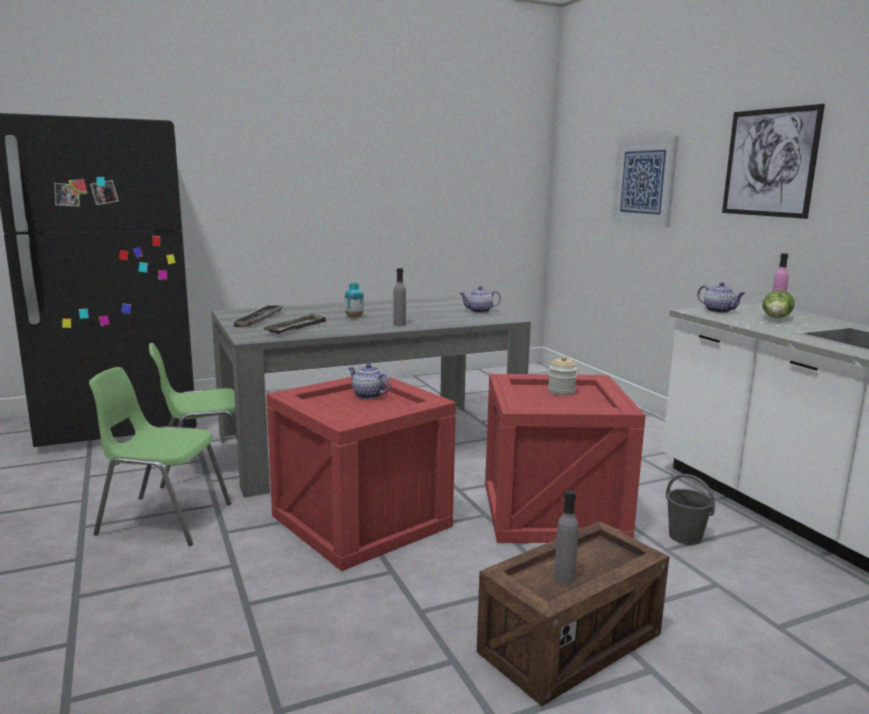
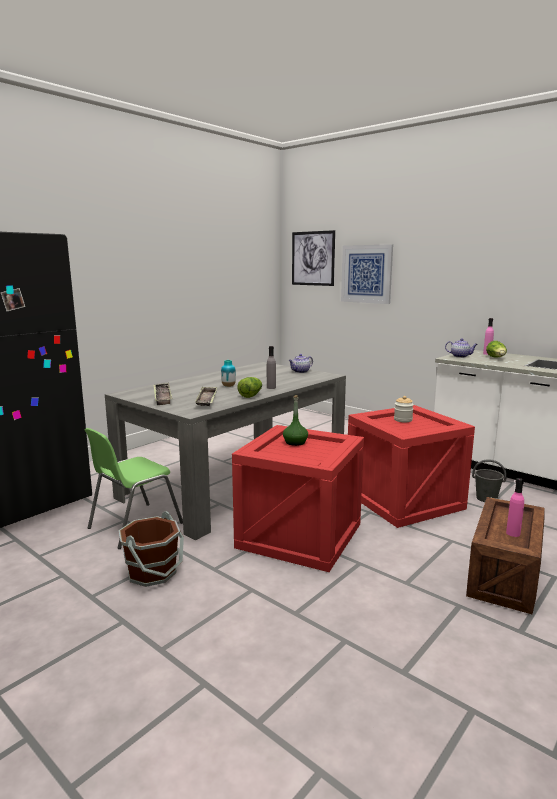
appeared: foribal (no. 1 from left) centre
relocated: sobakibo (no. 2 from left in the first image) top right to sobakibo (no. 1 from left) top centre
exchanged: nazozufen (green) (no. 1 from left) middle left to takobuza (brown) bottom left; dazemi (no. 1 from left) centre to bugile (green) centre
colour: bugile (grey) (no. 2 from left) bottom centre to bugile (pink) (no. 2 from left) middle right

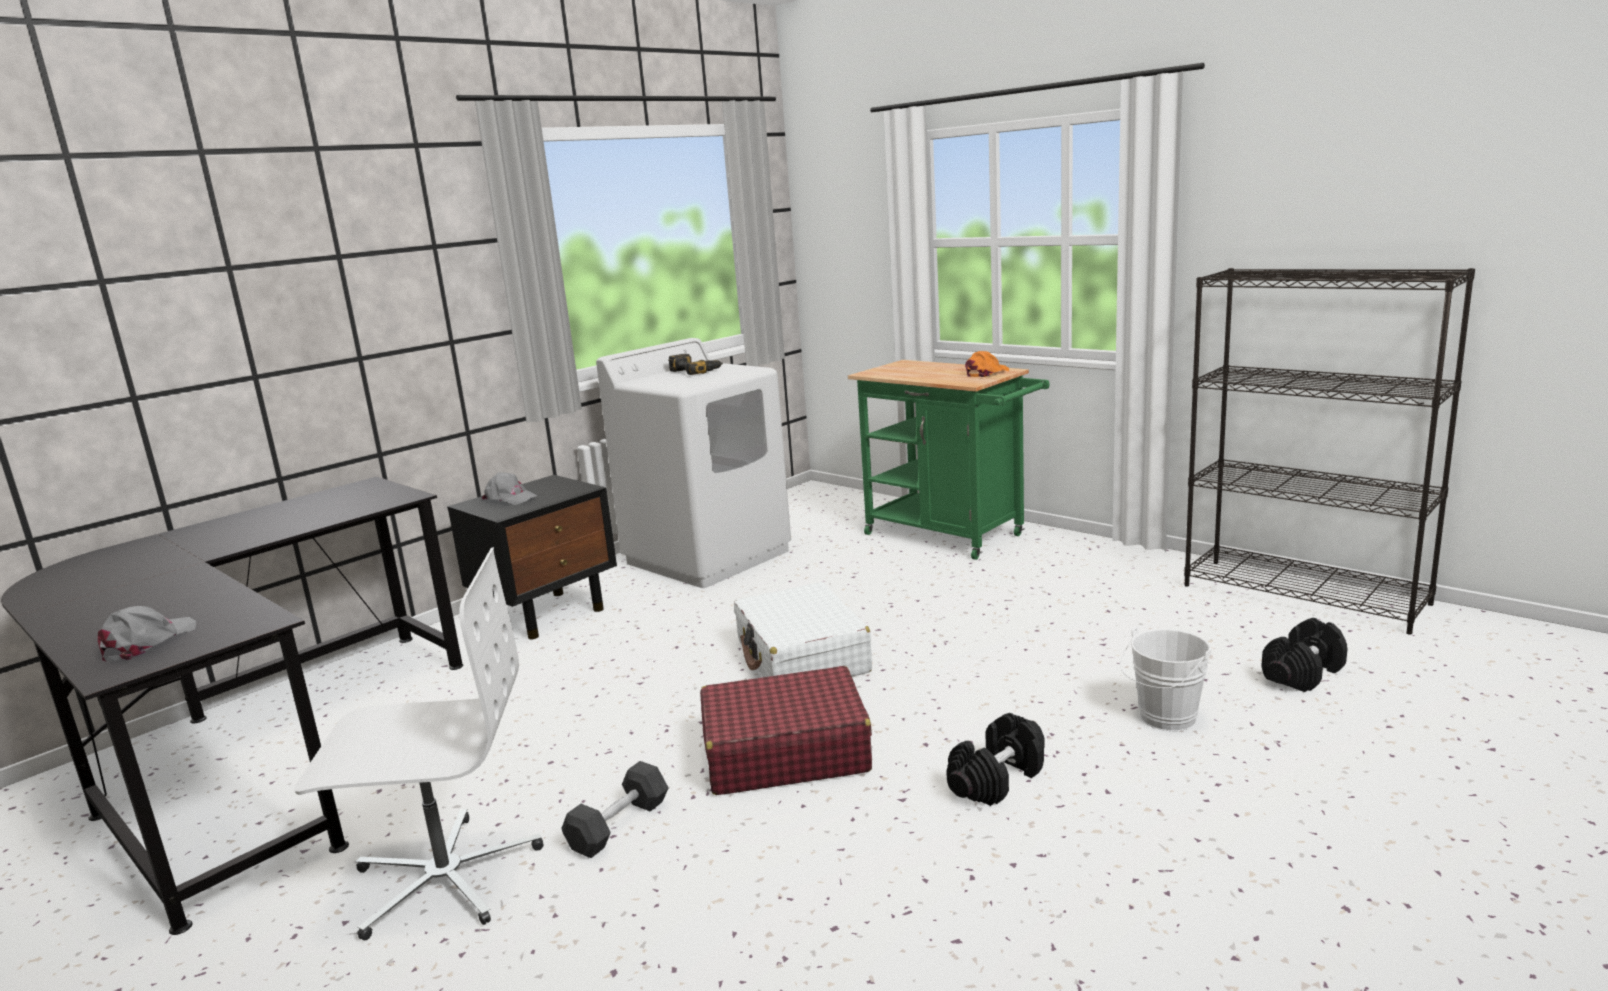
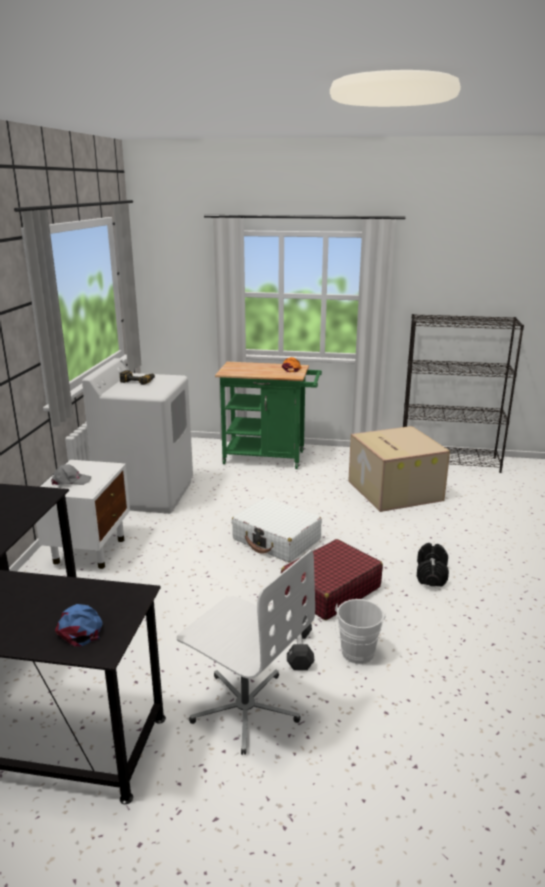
missing: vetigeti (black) (no. 3 from left) middle right
appeared: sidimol middle right
relocated: takobuza (white) bottom right to bottom centre
colour: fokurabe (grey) (no. 1 from left) middle left to fokurabe (blue) bottom left; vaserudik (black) middle left to vaserudik (white) middle left
spun: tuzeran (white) bottom left = bottom centre 75 degrees clockwise

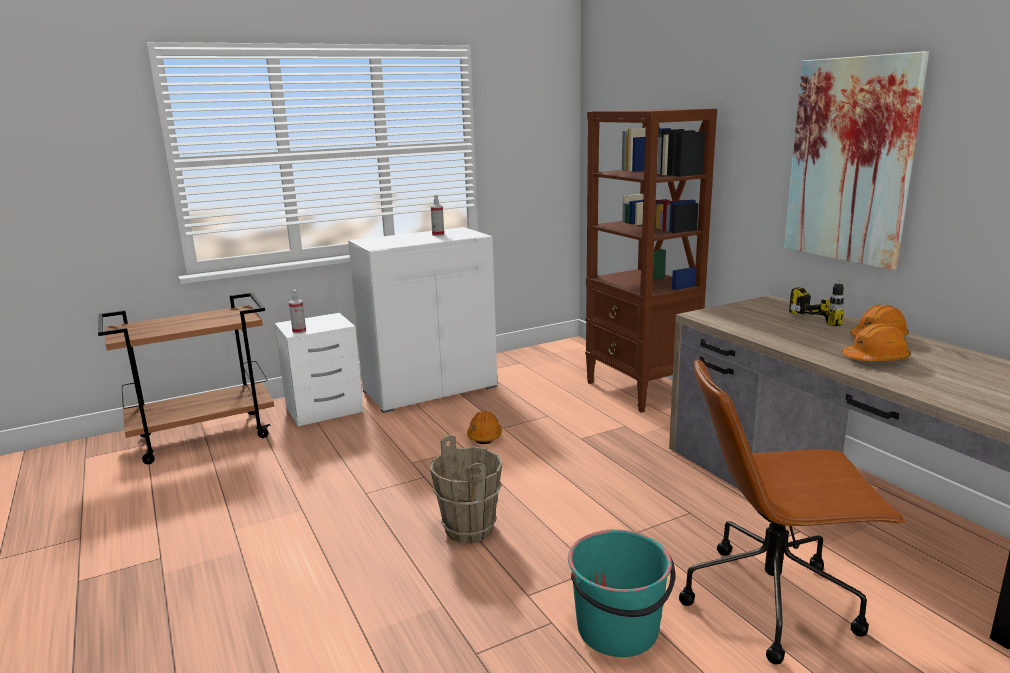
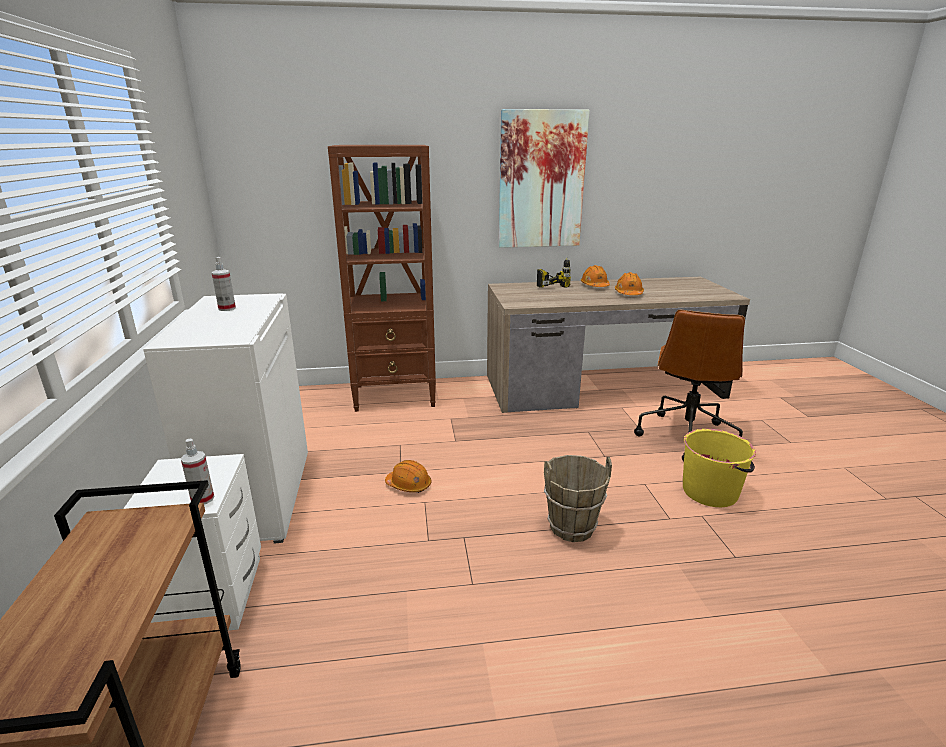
colour: takobuza (turquoise) bottom centre to takobuza (yellow) middle right

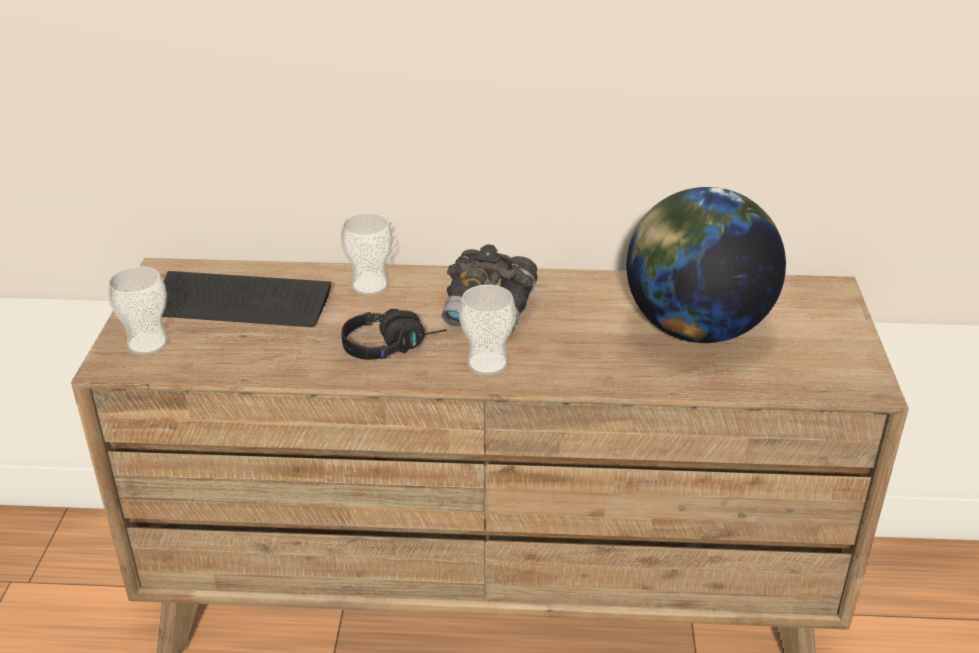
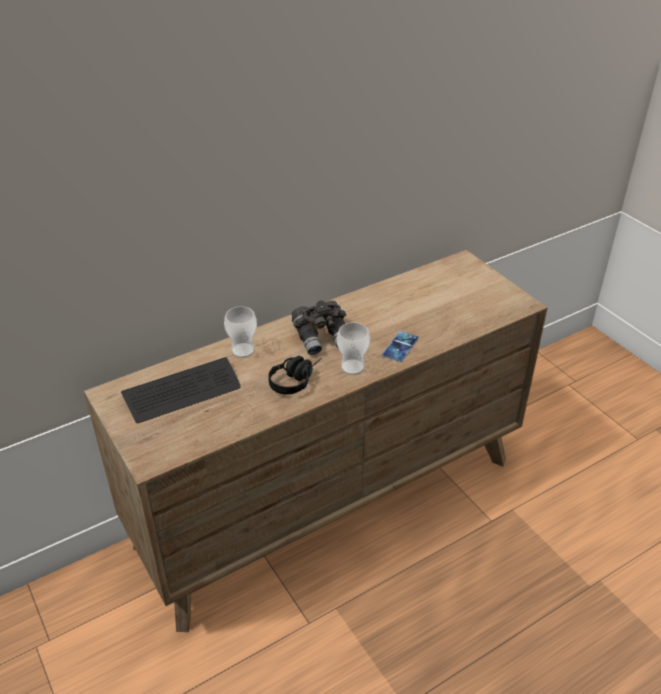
missing: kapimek (no. 1 from left) middle left; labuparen middle right
appeared: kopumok centre

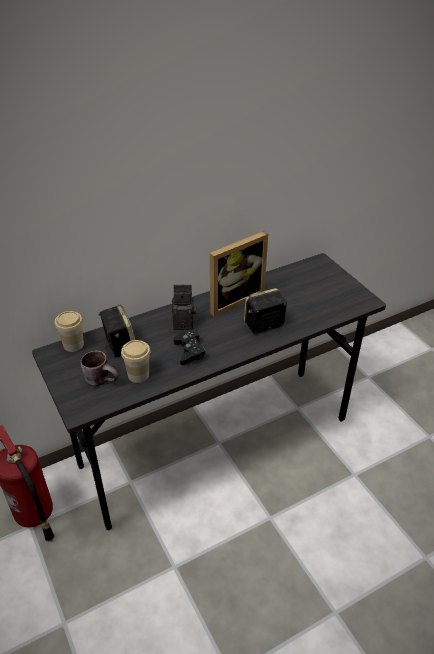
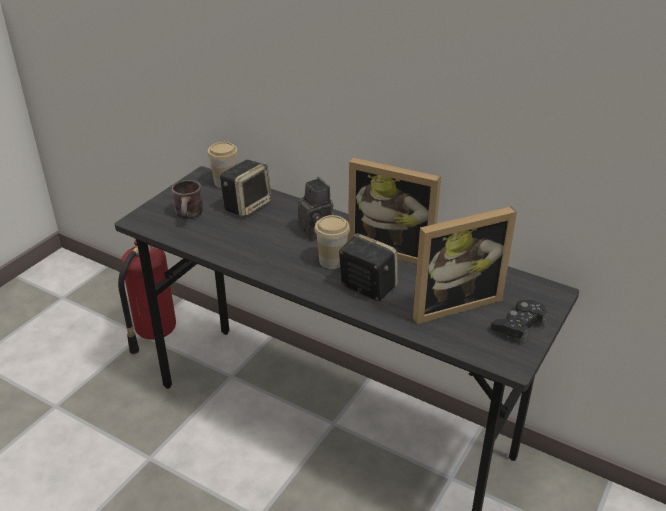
appeared: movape (no. 2 from left) middle right
relocated: kapimek (no. 2 from left) middle left to centre; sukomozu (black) centre to middle right

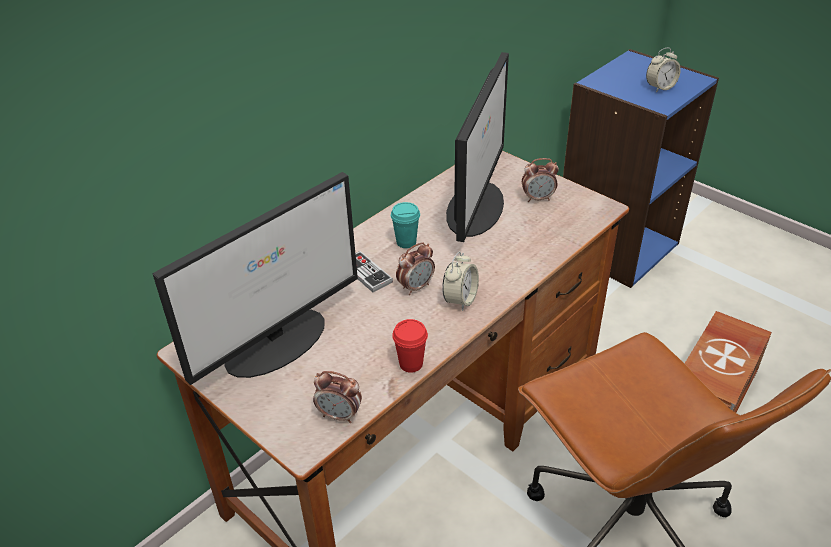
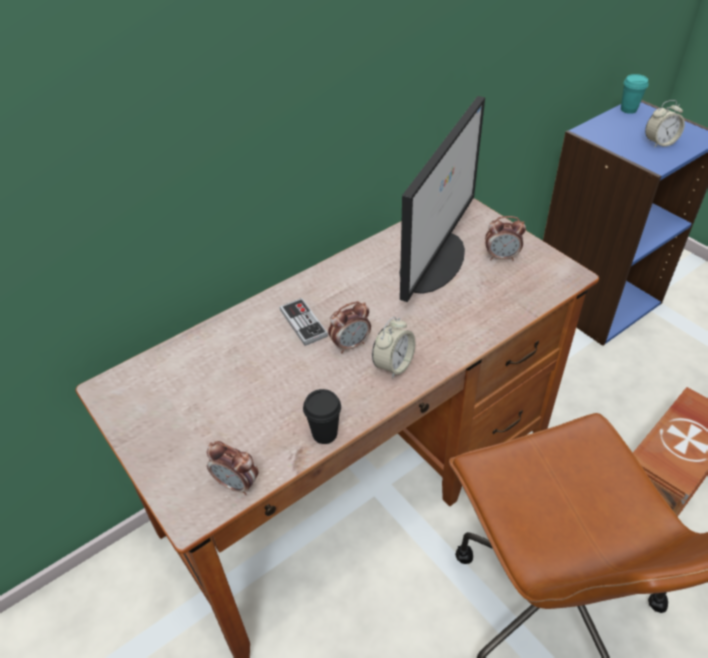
missing: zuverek (no. 1 from left) middle left
relocated: kapimek (turquoise) centre to top right
colour: kapimek (red) centre to kapimek (black) centre

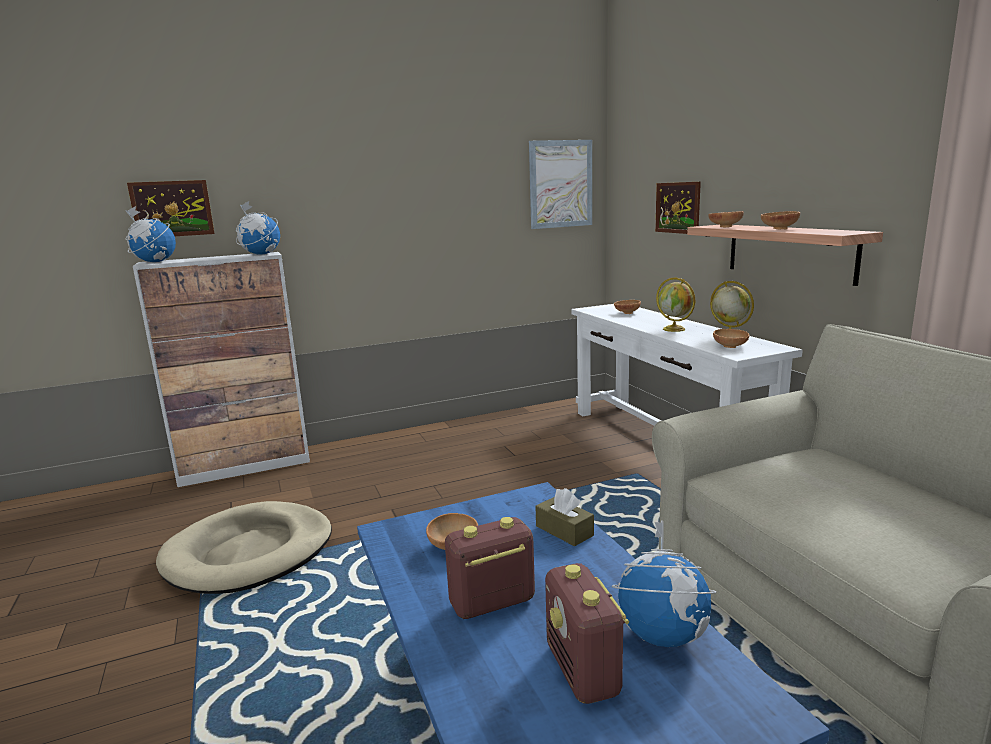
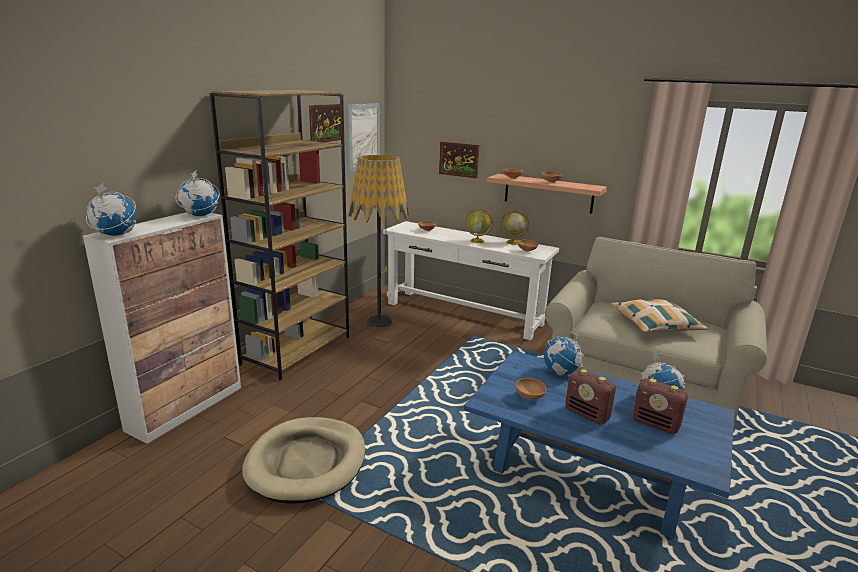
appeared: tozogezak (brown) middle left; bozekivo centre; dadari middle right
relocated: sobakibo (no. 1 from left) top left to top centre
exchanged: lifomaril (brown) bottom centre to labuparen (no. 5 from left) centre
spun: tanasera (no. 1 from left) bottom centre = bottom right 75 degrees counterclockwise

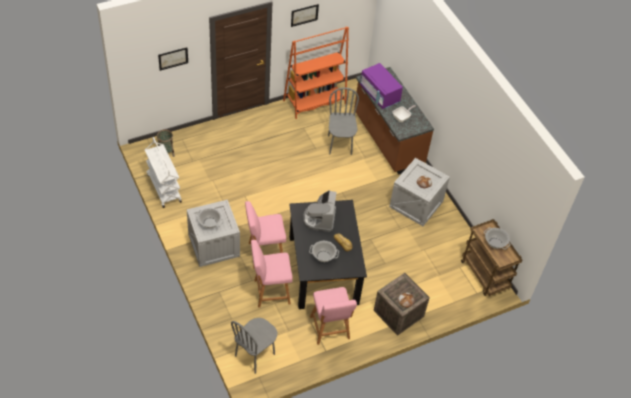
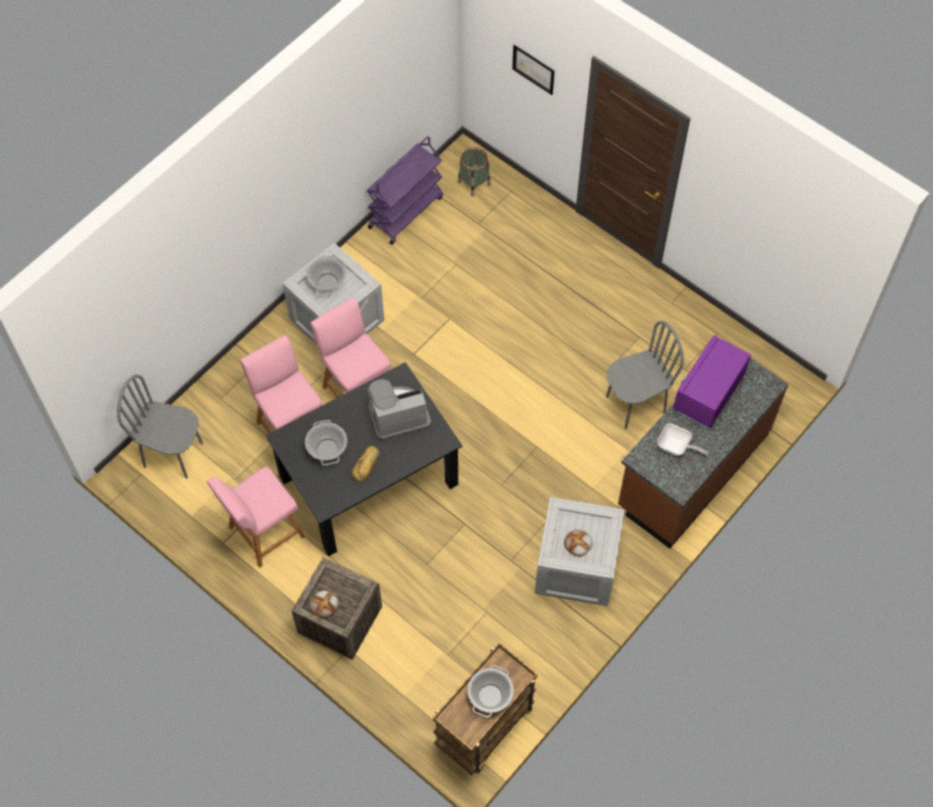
missing: tozogezak (orange) top centre; sobakibo (no. 2 from left) top centre
colour: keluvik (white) middle left to keluvik (purple) top centre

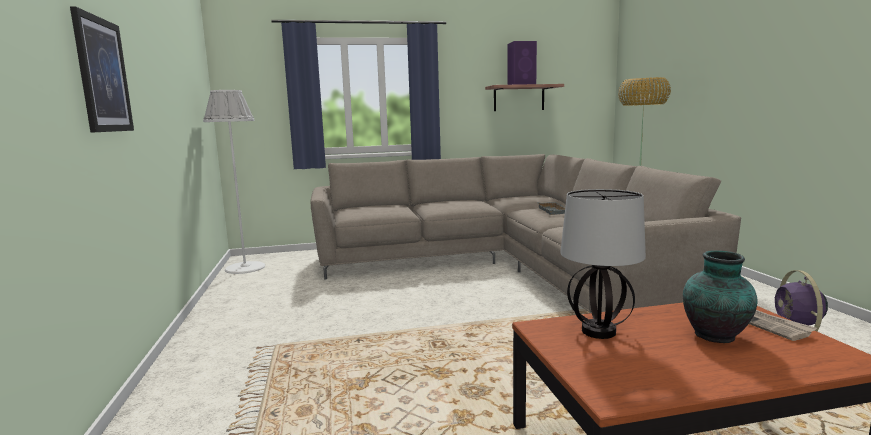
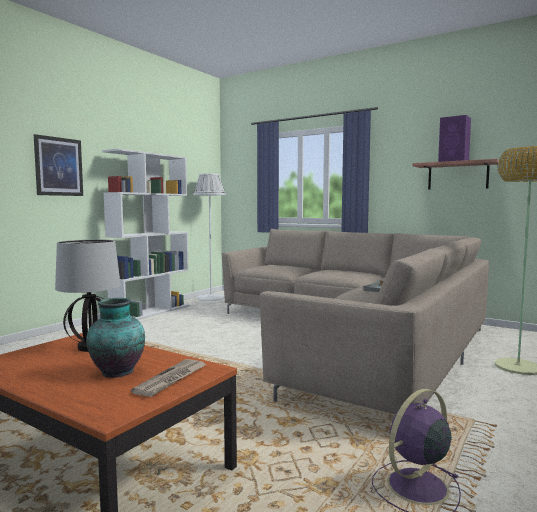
appeared: tozogezak (white) middle left

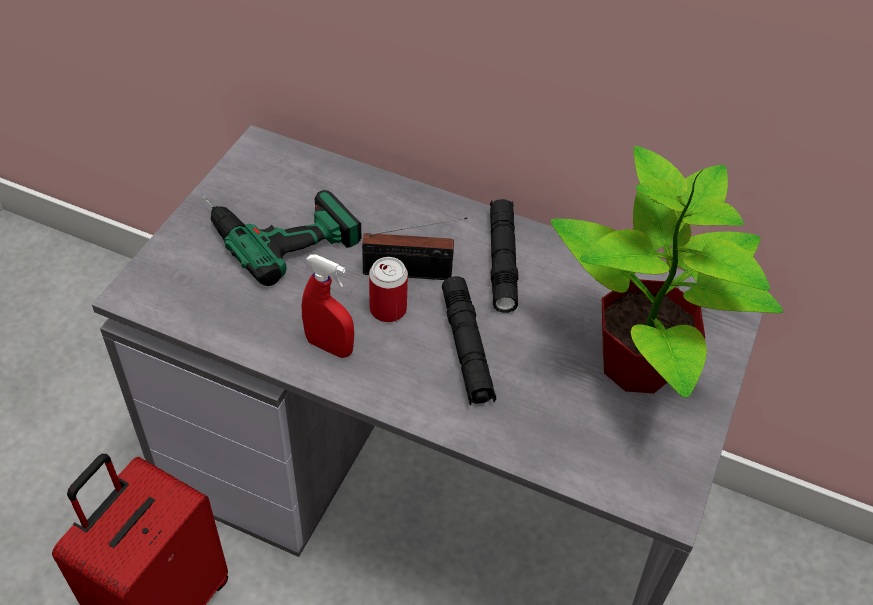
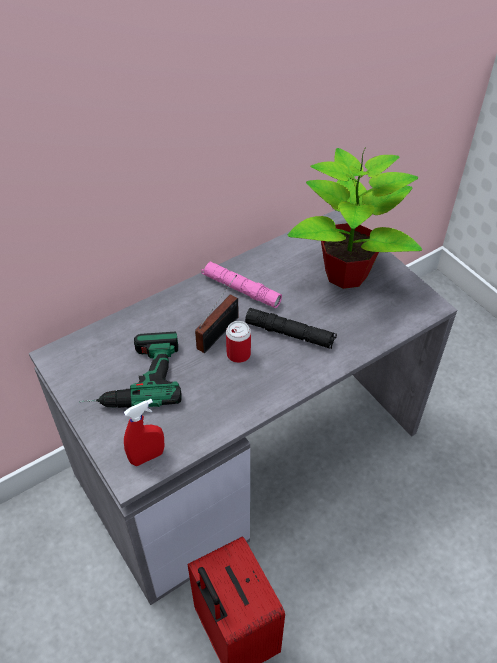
relocated: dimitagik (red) centre to middle left
colour: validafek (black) (no. 2 from left) centre to validafek (pink) centre

